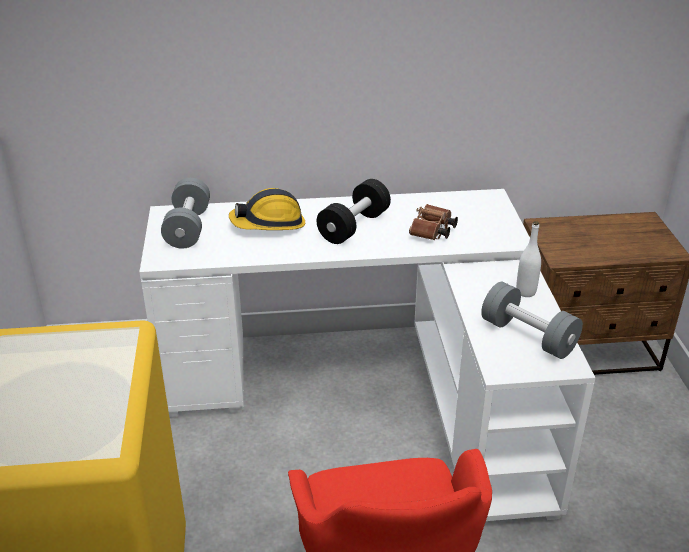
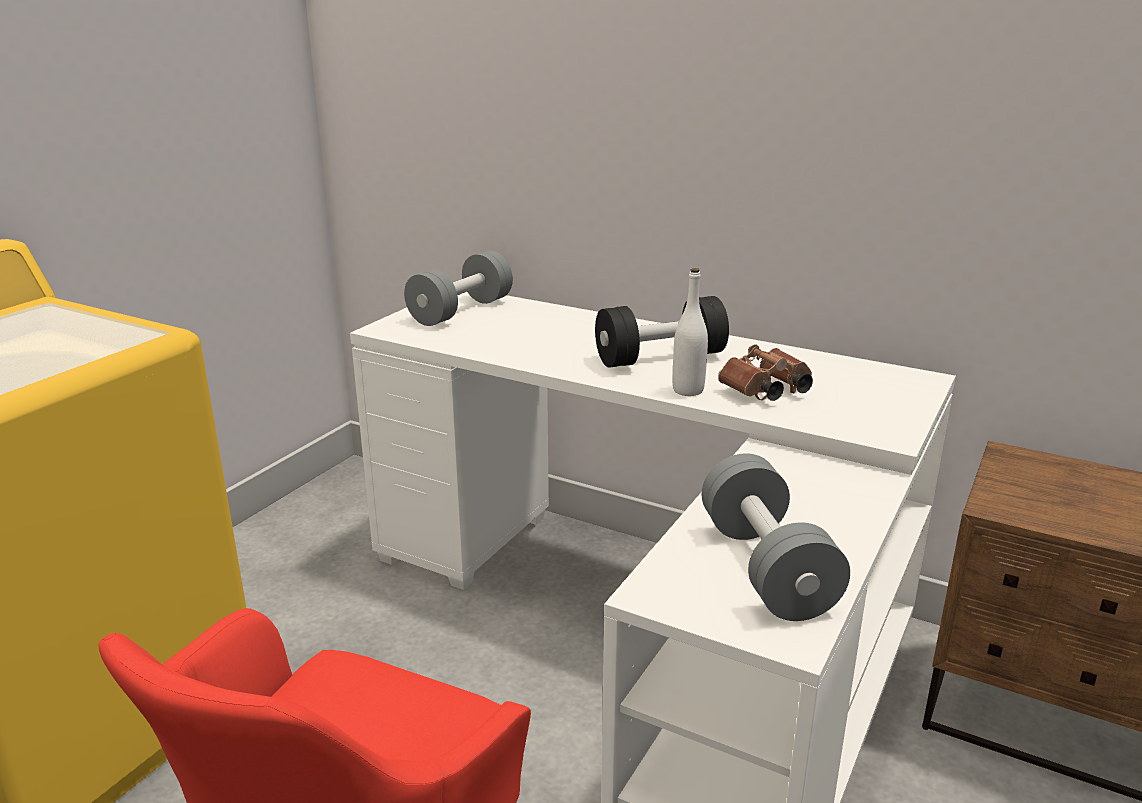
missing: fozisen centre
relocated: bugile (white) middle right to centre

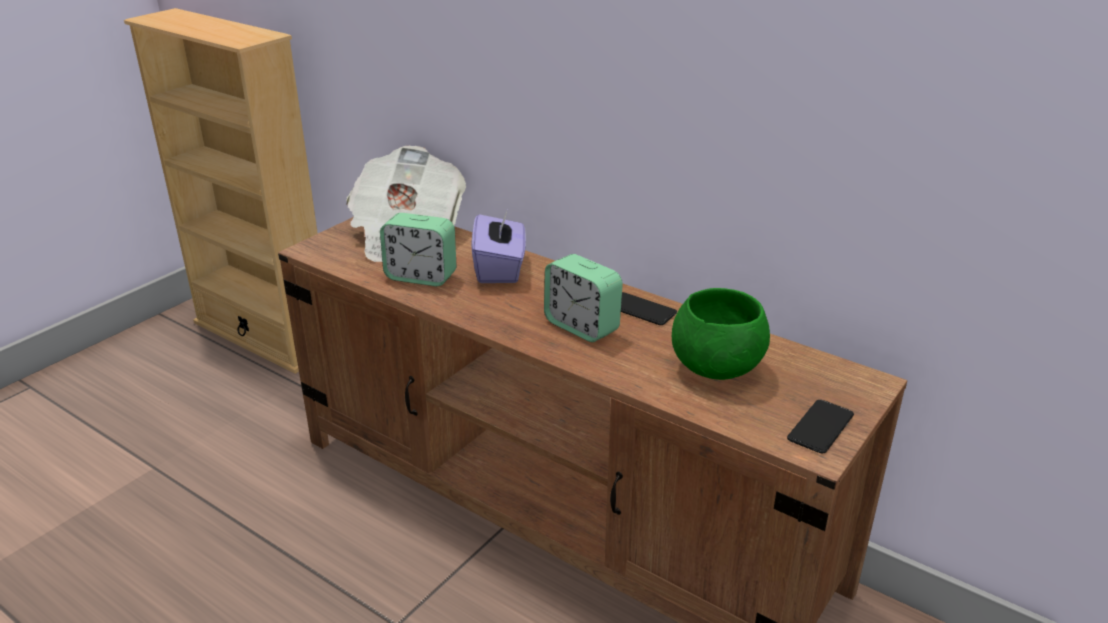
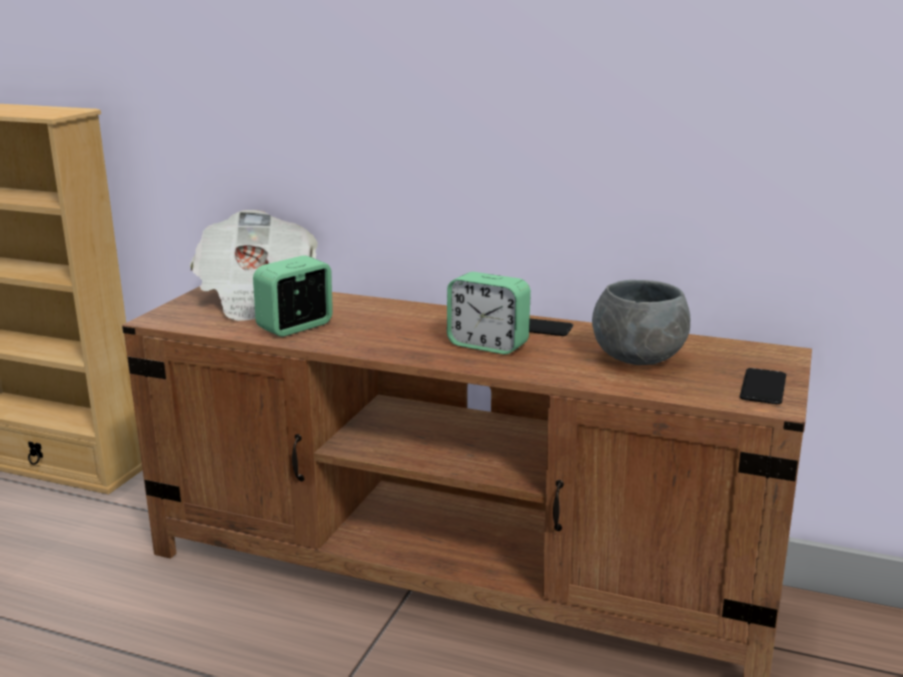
missing: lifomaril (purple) centre
colour: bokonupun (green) centre to bokonupun (grey) middle right
spun: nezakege (no. 1 from left) centre = middle left 135 degrees clockwise

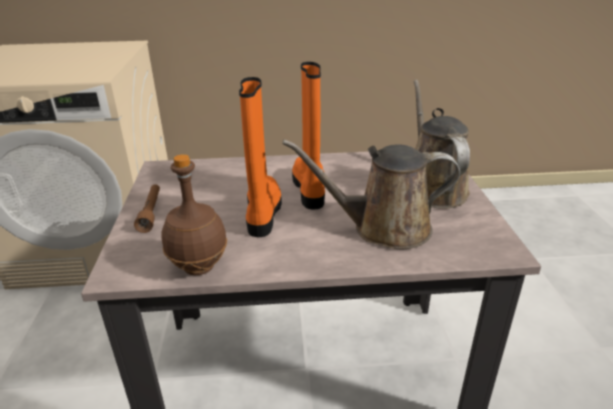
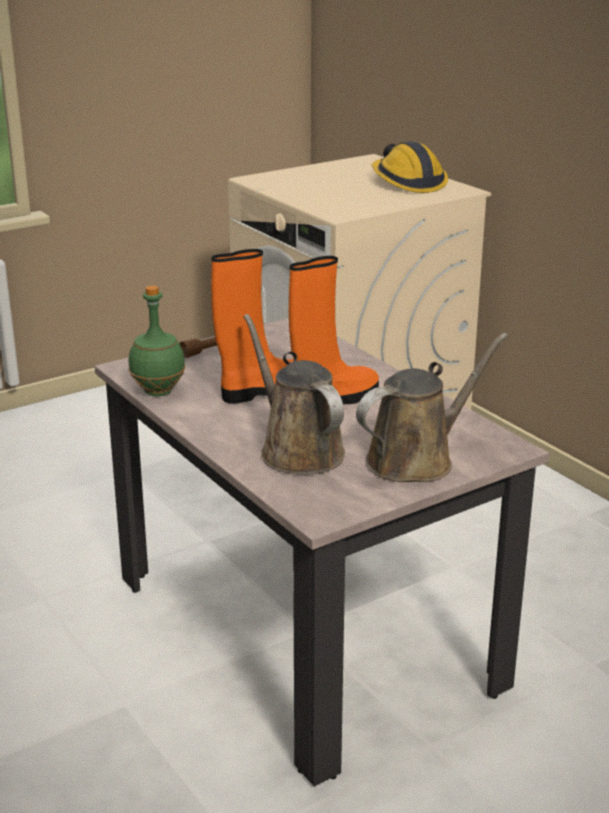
appeared: fozisen top right
colour: bugile (brown) middle left to bugile (green) middle left

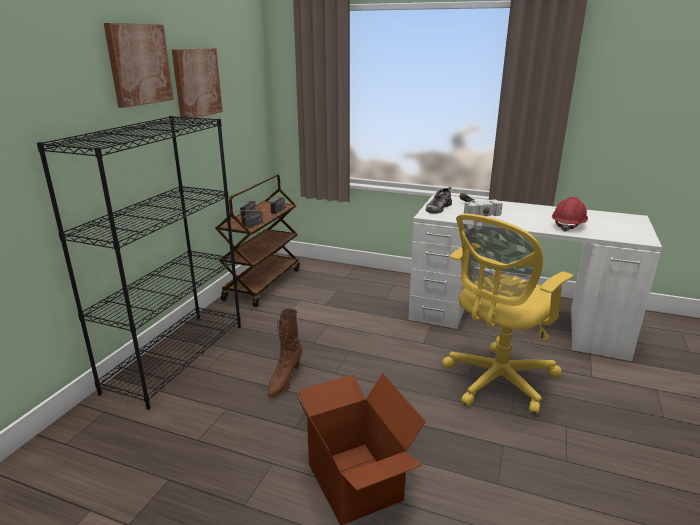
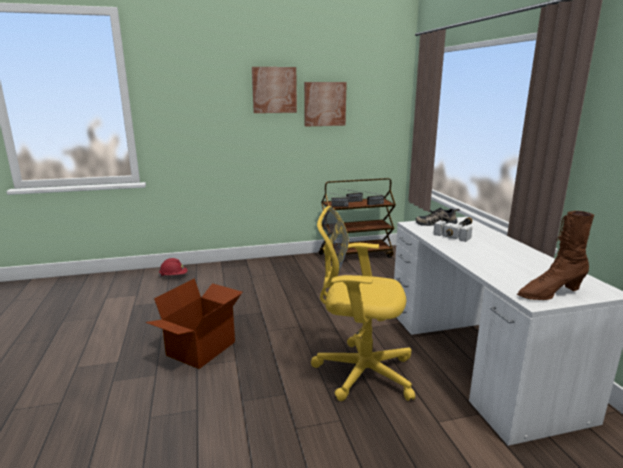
missing: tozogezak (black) middle left
relocated: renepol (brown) bottom centre to middle right; fozisen (red) middle right to middle left

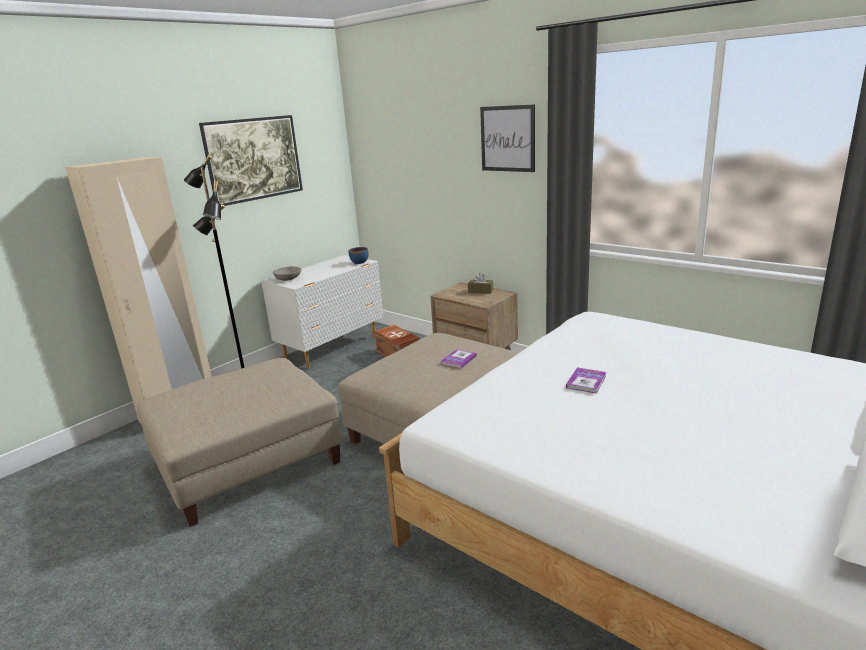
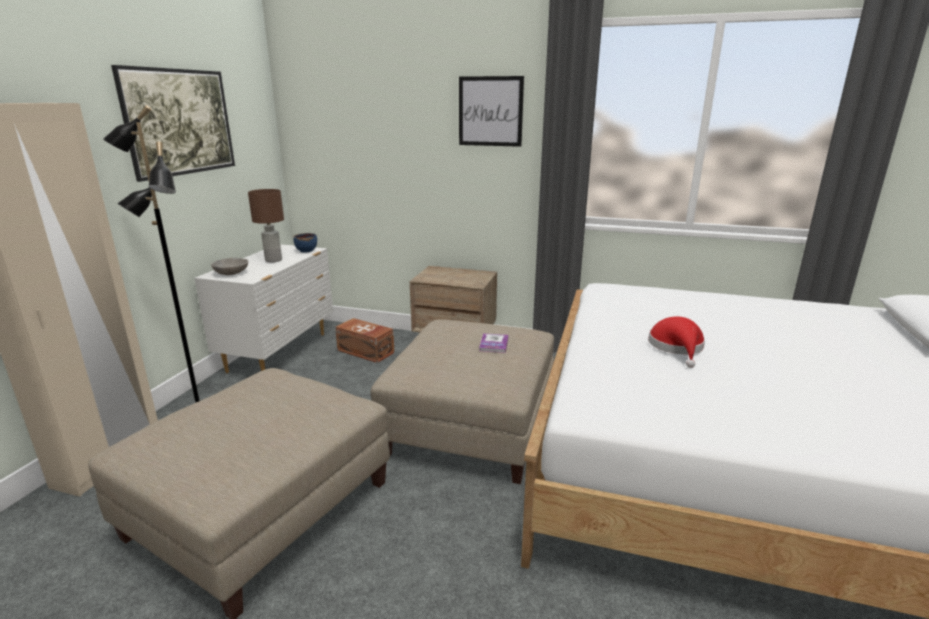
missing: lifomaril (brown) centre
appeared: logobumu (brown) middle left
exchanged: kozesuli (no. 2 from left) middle right to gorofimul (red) middle right

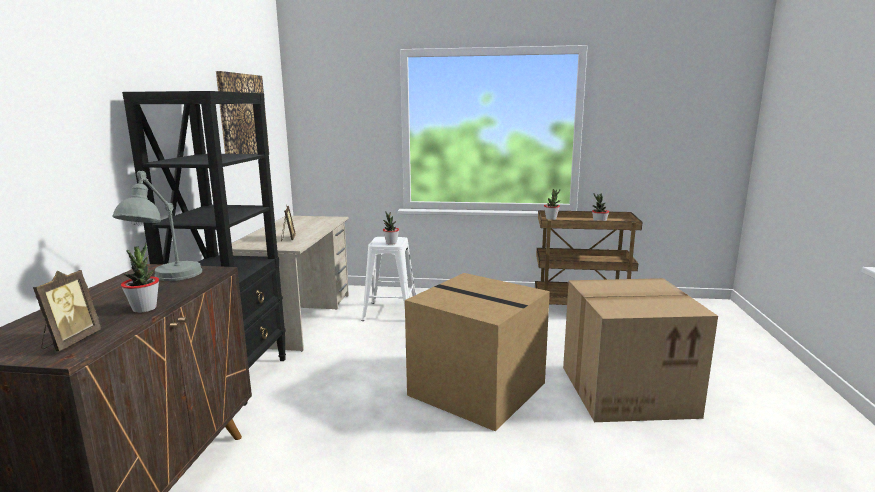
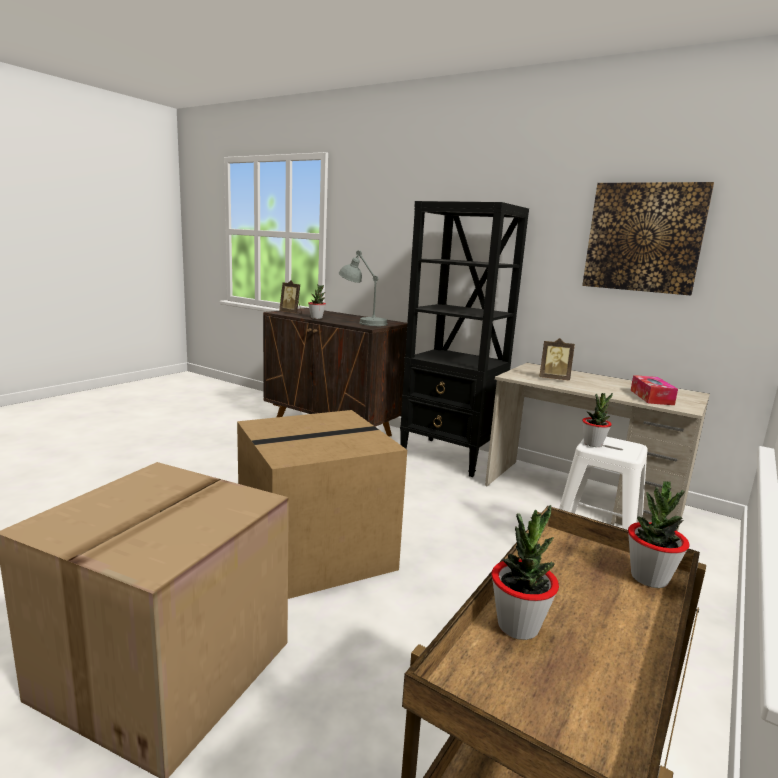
appeared: lifomaril middle right

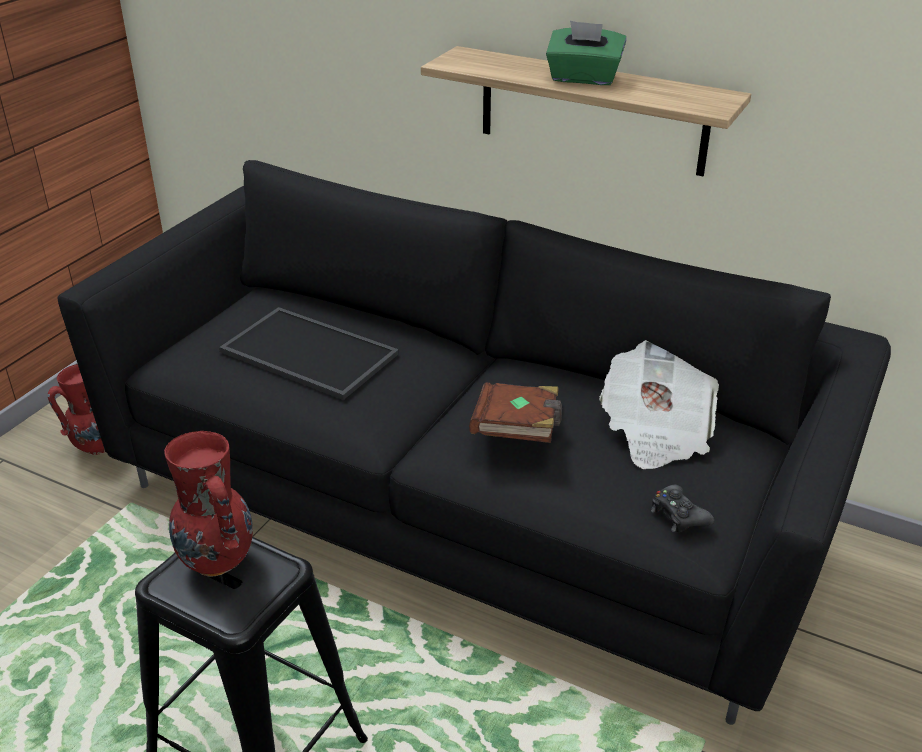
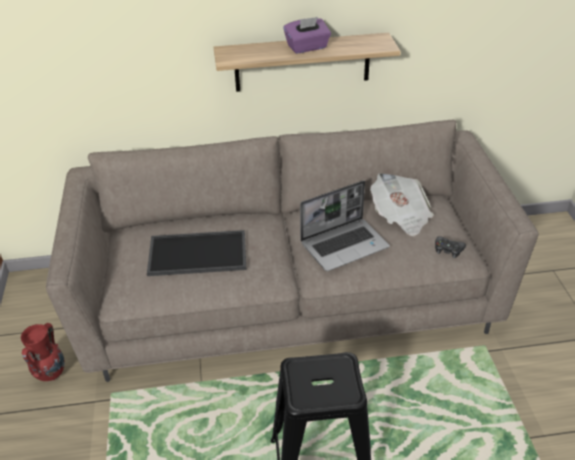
missing: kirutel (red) (no. 2 from left) bottom left
exchanged: kozesuli (brown) centre to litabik centre
colour: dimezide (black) centre to dimezide (beige) centre; lifomaril (green) top centre to lifomaril (purple) top centre

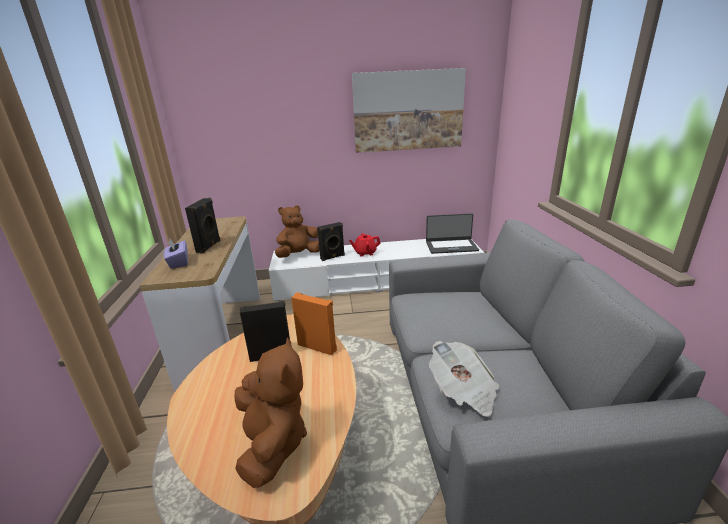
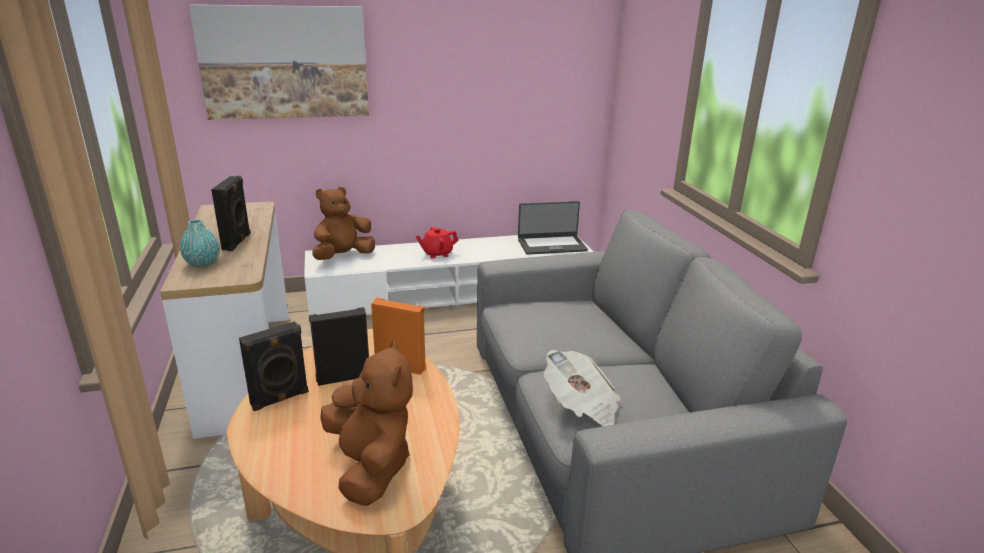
relocated: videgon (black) (no. 3 from left in the first image) centre to videgon (black) (no. 2 from left) middle left; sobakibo top centre to top left
exchanged: lifomaril (purple) middle left to kirutel (turquoise) middle left

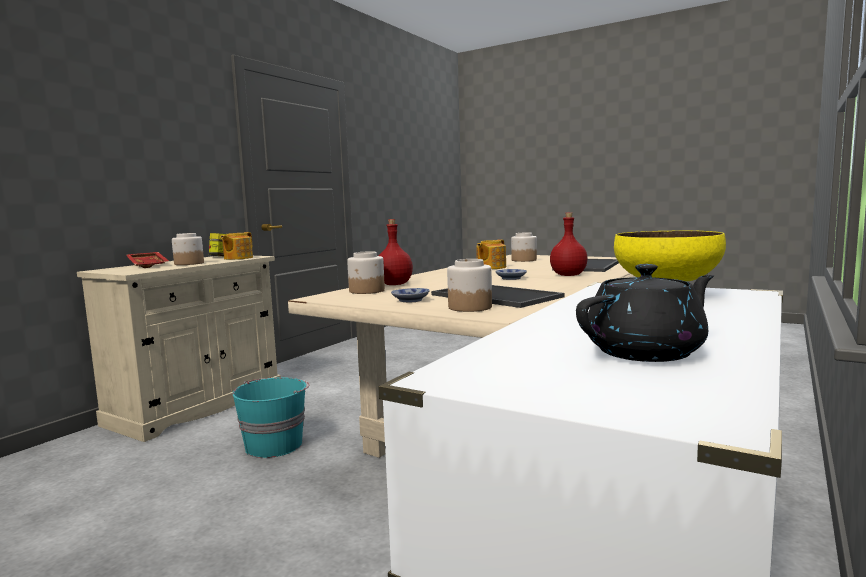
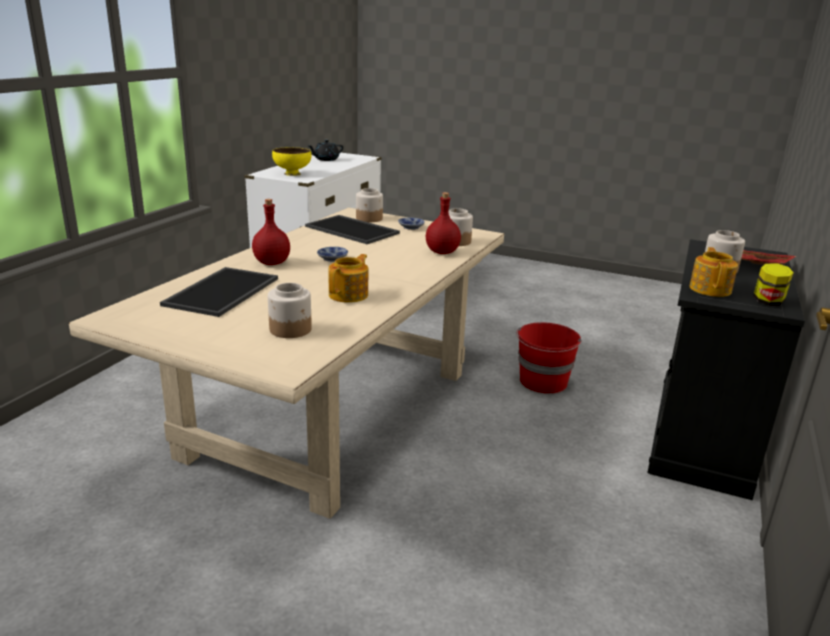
colour: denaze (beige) middle left to denaze (black) middle right; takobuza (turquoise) bottom left to takobuza (red) centre

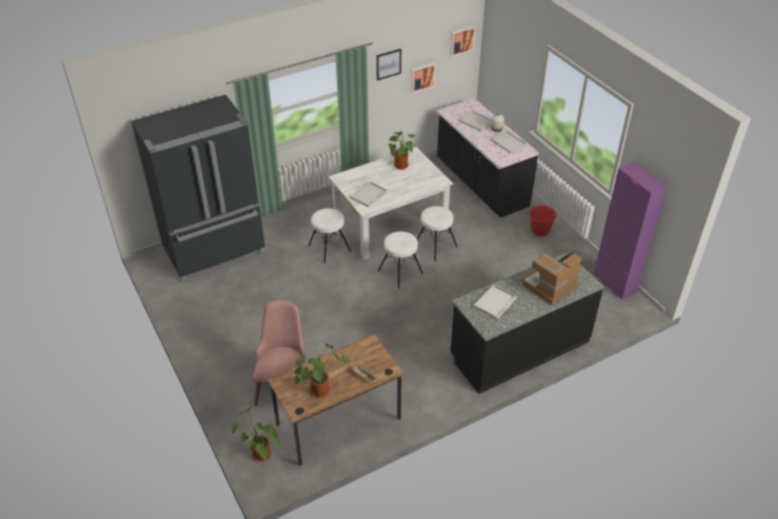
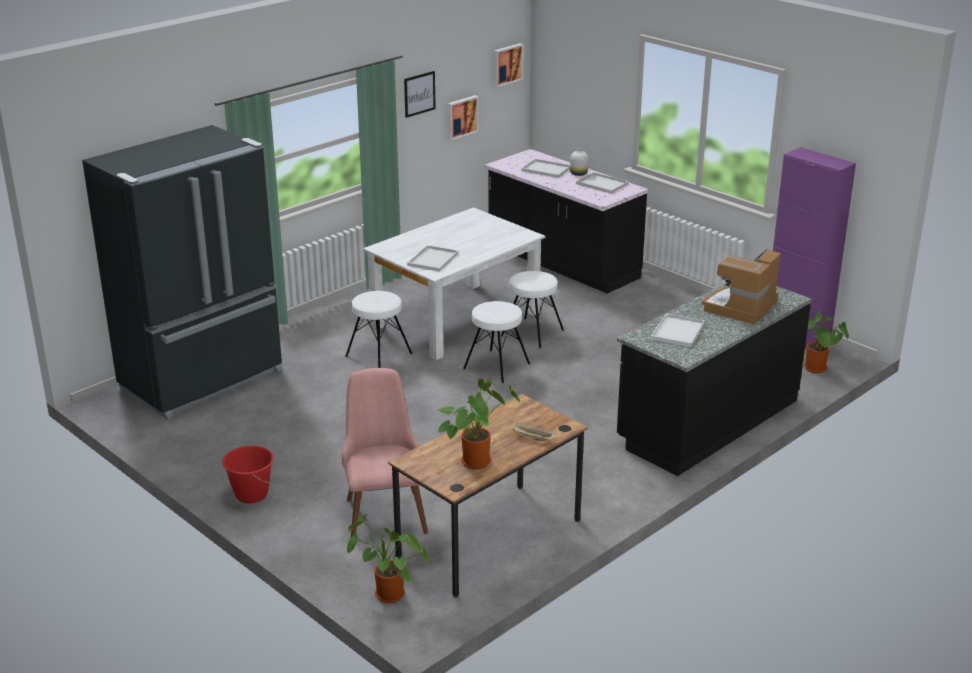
relocated: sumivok (no. 3 from left) top centre to middle right; takobuza (red) middle right to bottom left

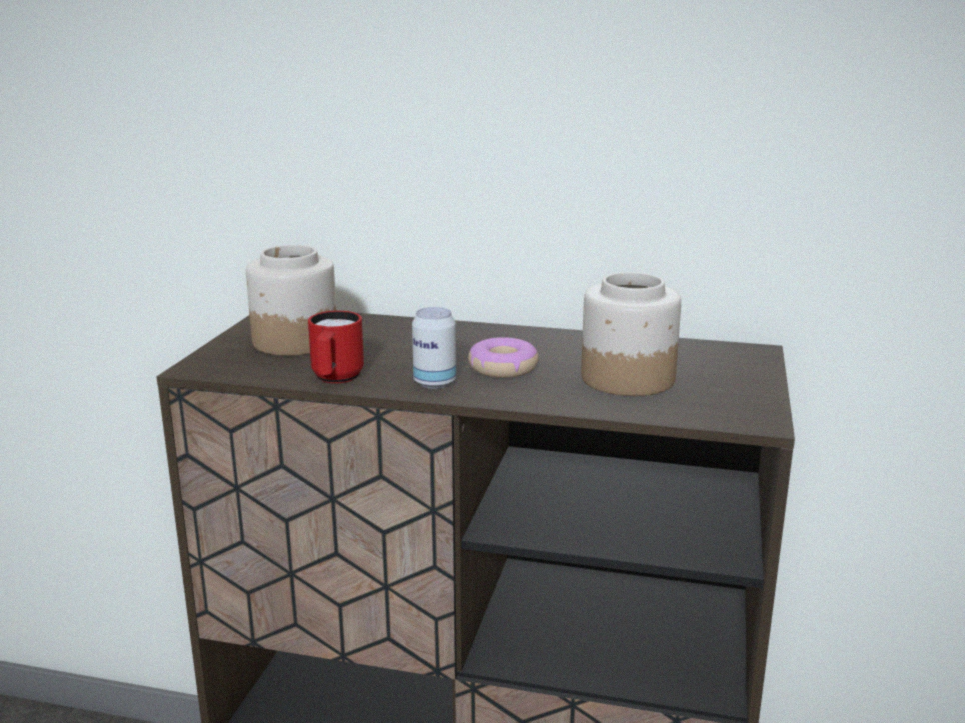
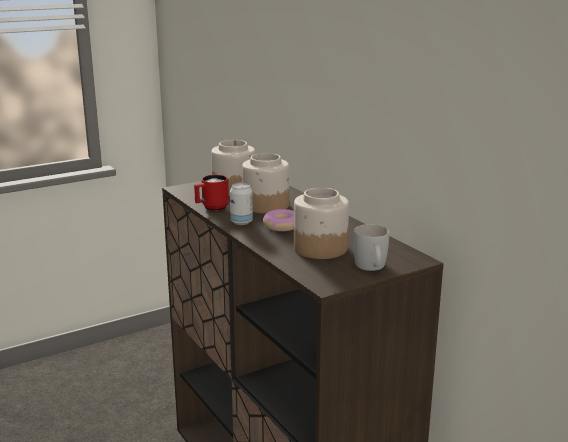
appeared: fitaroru (no. 2 from left) centre; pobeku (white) centre

